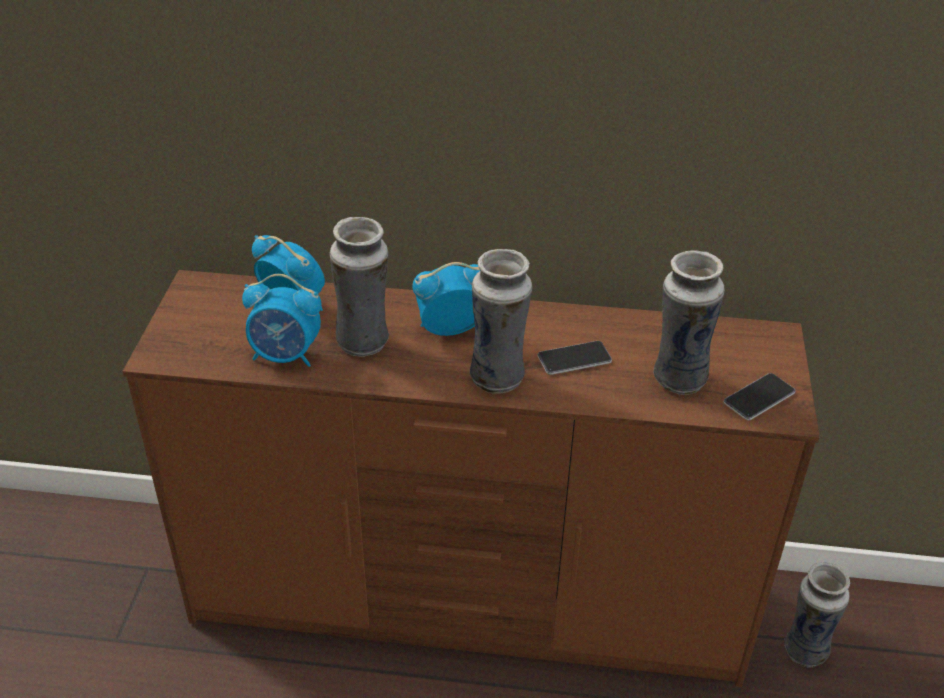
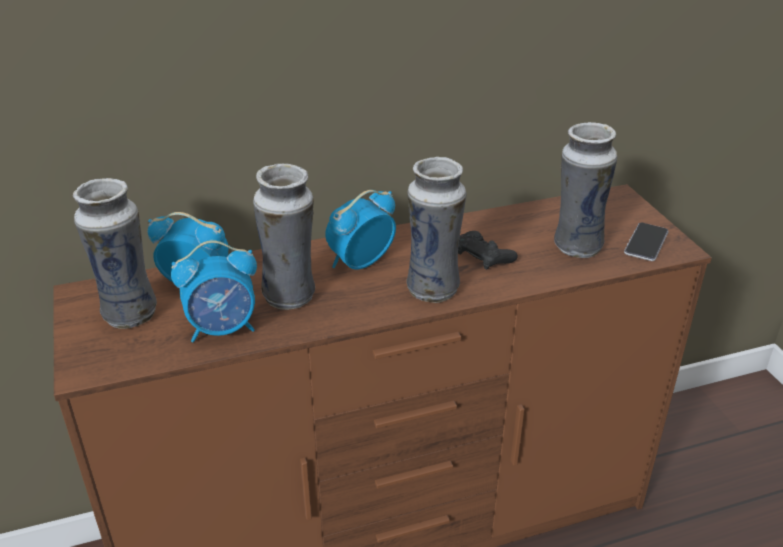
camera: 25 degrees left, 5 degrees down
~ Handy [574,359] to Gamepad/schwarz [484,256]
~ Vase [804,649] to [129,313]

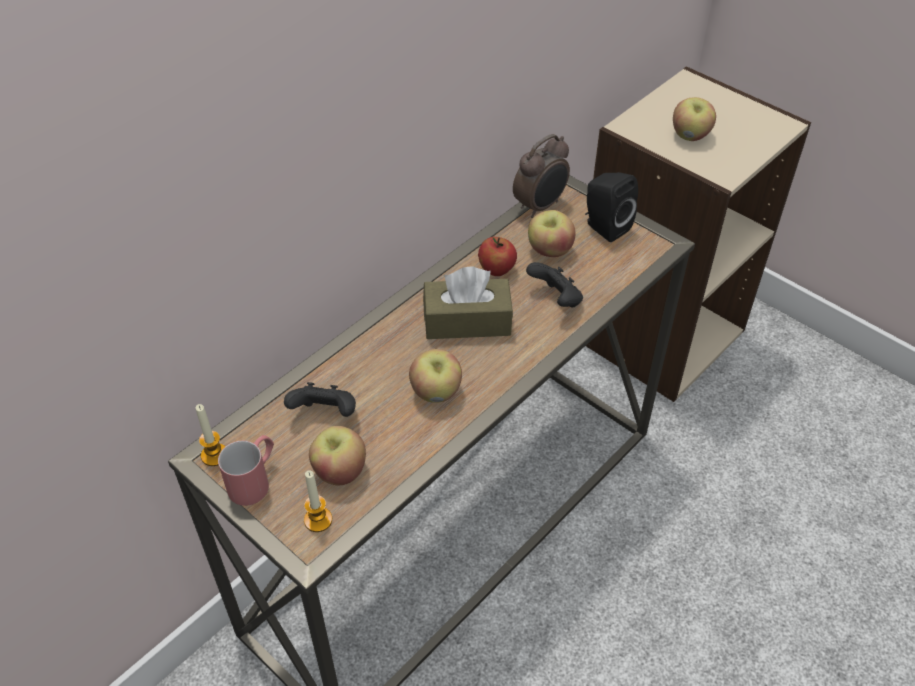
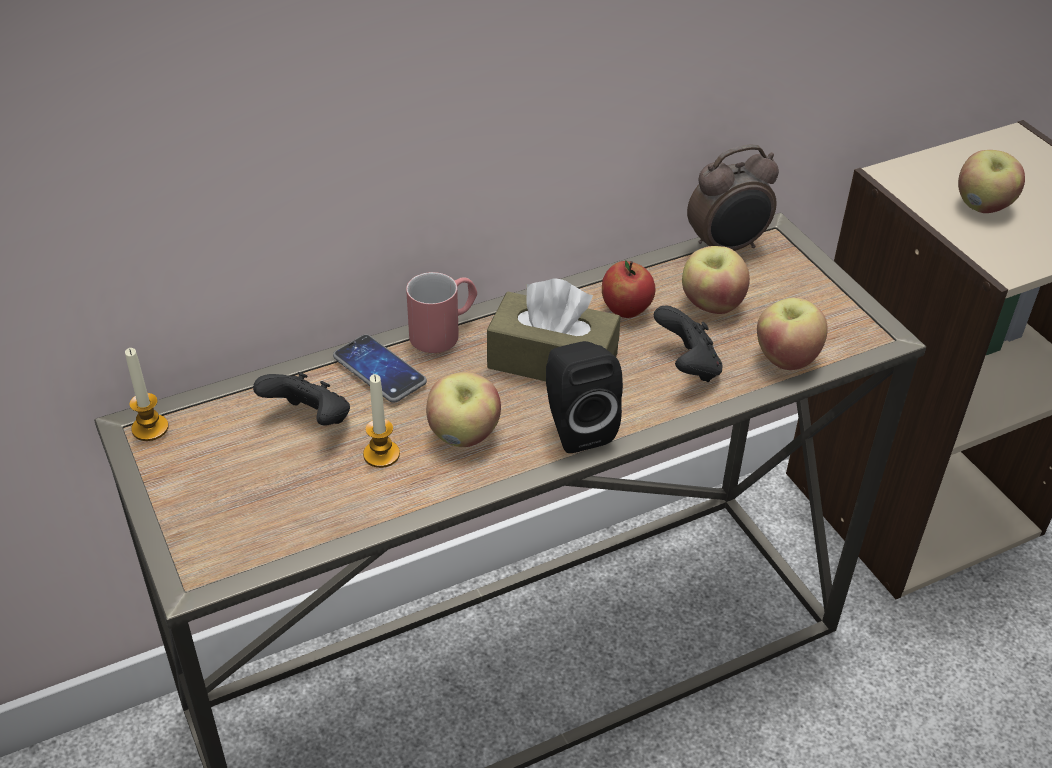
camera: 20 degrees right, 5 degrees down
~ Lautsprecher/schwarz [604,227] to [576,427]
~ Apfel [339,471] to [785,357]
~ Henkelbecher/rot [255,480] to [444,331]
~ Kerze [318,520] to [381,454]
+ Handy [379,370]

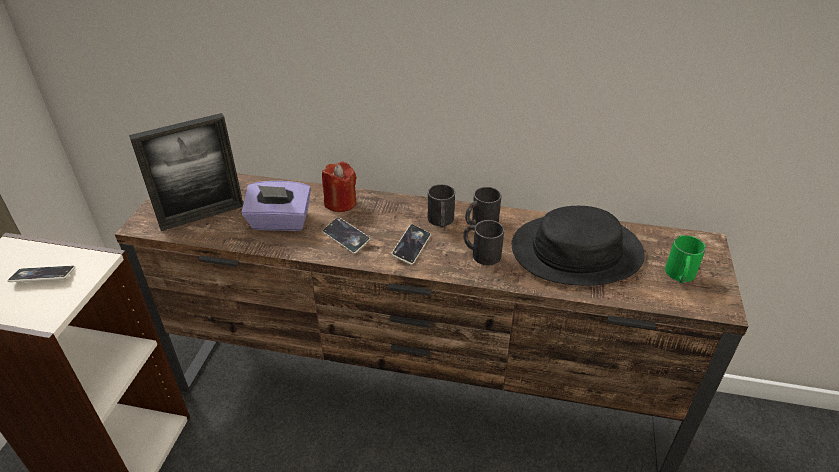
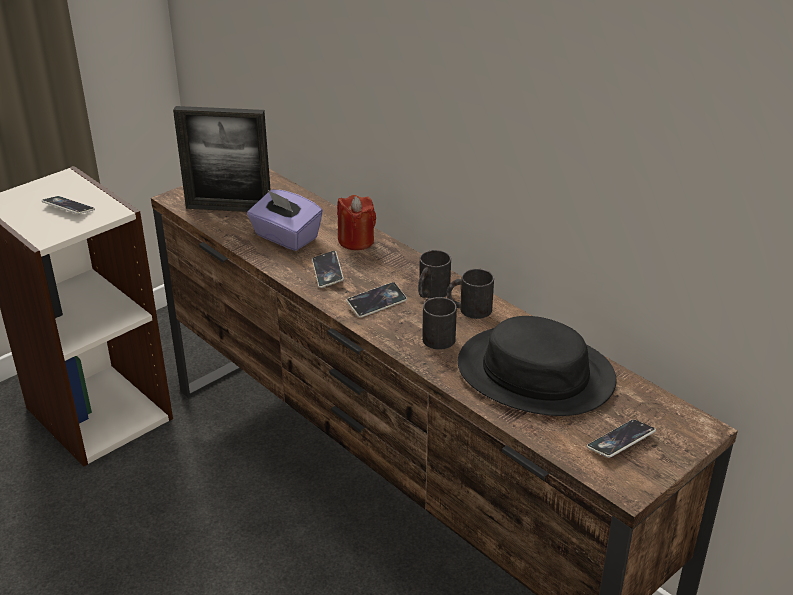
camera: 35 degrees right, 5 degrees down
~ Henkelbecher/grün [680,276] to Handy [620,442]

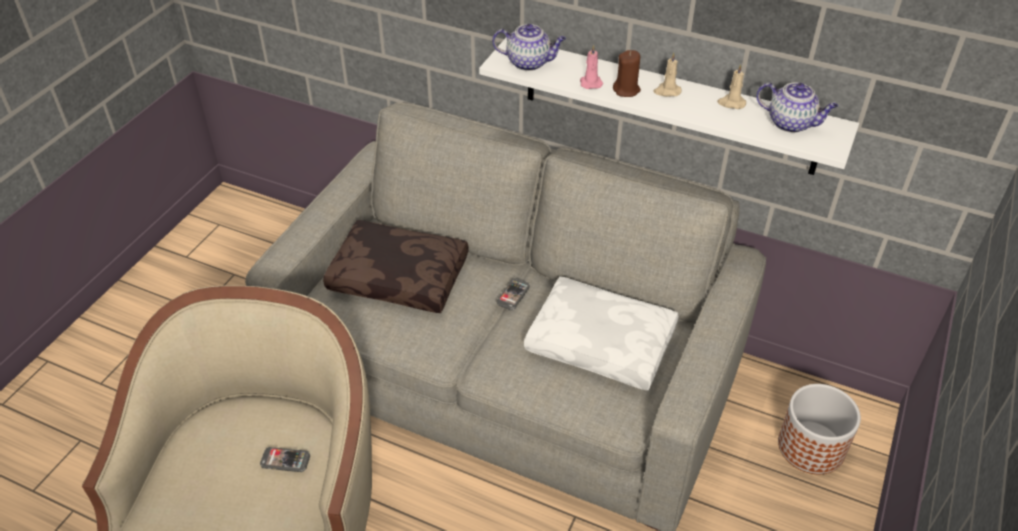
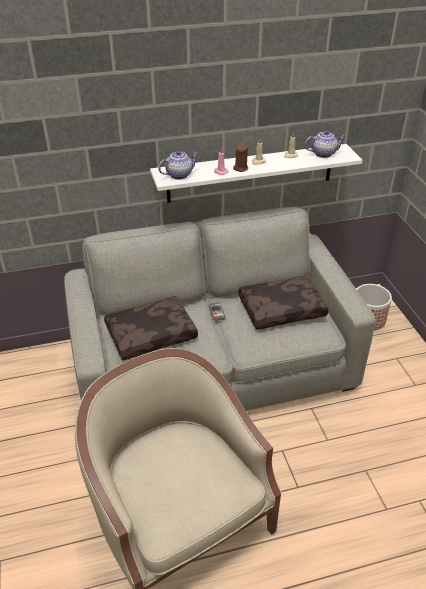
camera: 40 degrees left, 5 degrees down
~ Kissen/weiß [602,342] to Kissen/braun [281,308]
- Handy [285,460]

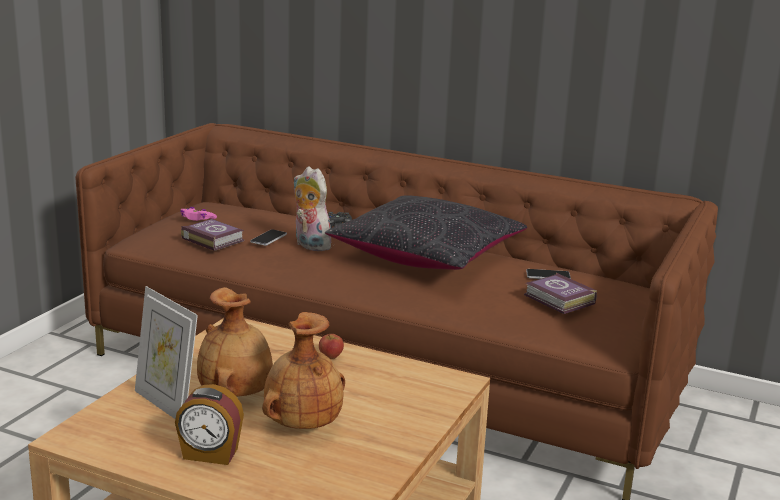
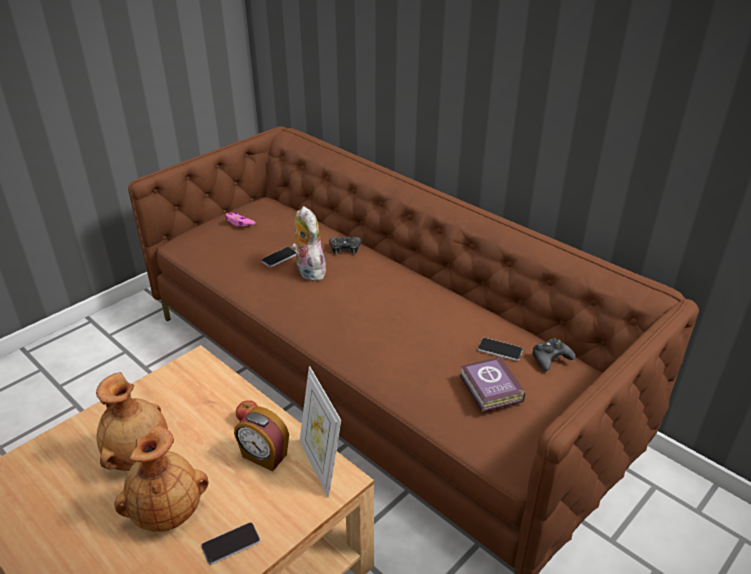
camera: 20 degrees right, 15 degrees up
- Kissen/schwarz [426,255]
- Buch [212,239]
~ Bilderrahmen [167,404] to [321,465]
~ Wecker [210,454] to [264,456]
+ Gamepad/schwarz [550,358]
+ Handy [231,544]

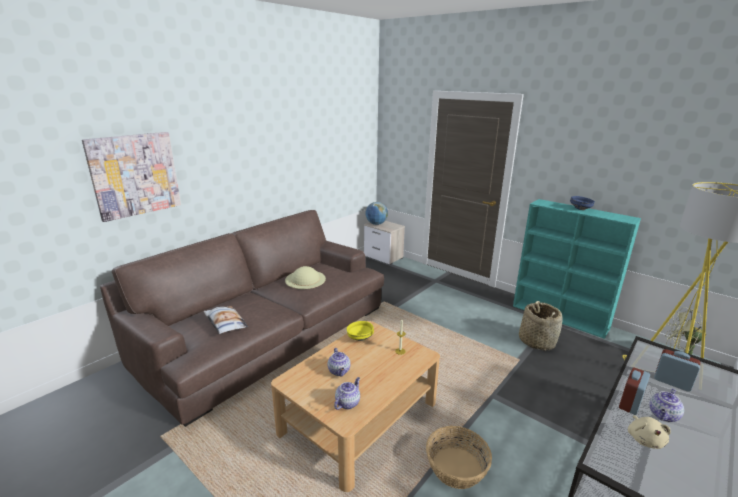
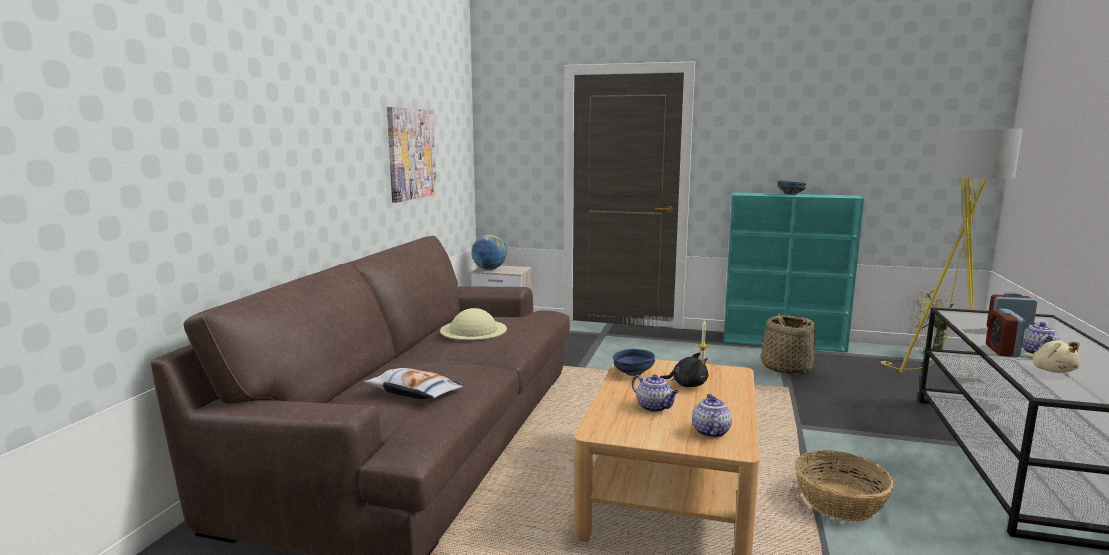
camera: 25 degrees left, 10 degrees down
~ Bild [135,175] to [411,153]
~ Schüssel/gelb [359,338] to Schüssel/blau [632,373]
+ Plüschtier/schwarz [686,385]

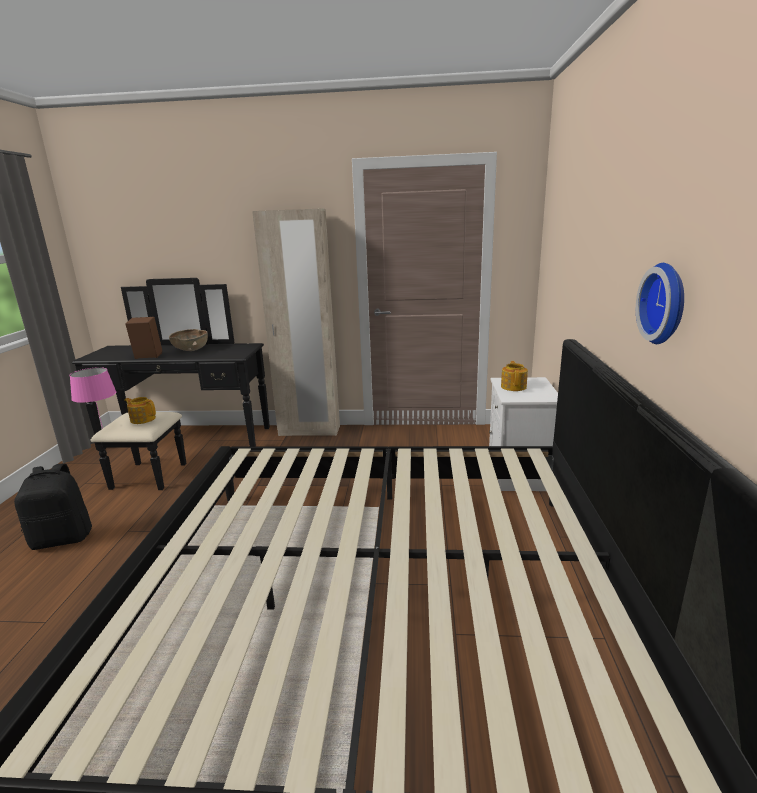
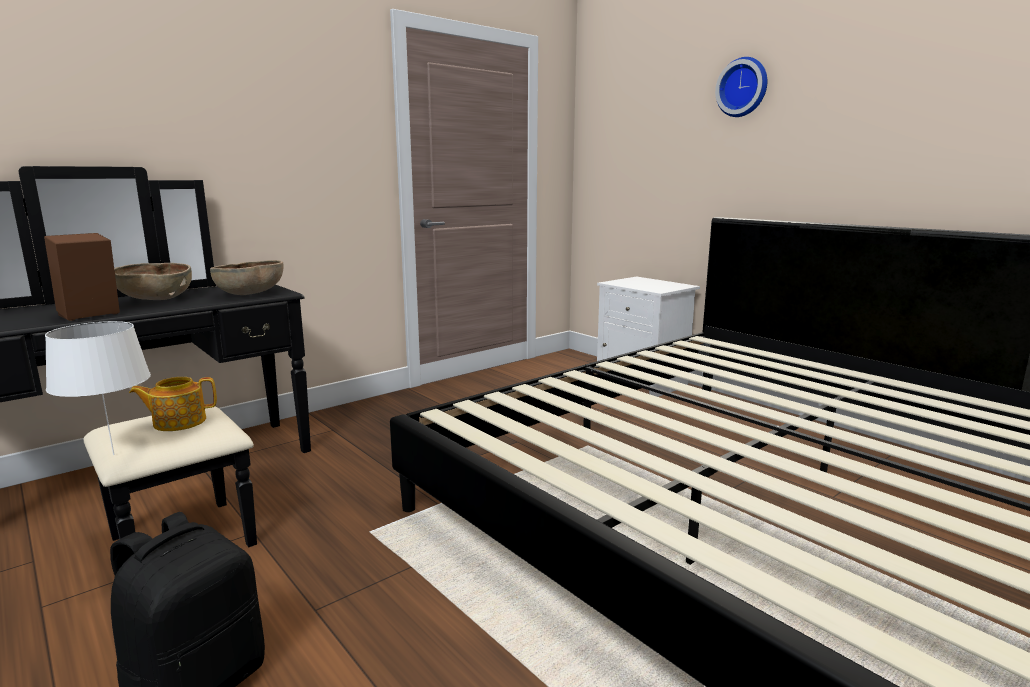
camera: 45 degrees left, 5 degrees down
- Kleiderschrank/beige [309,431]
~ Wanduhr [666,303] to [743,87]
- Teekanne [514,387]
~ Tischlampe/rosa [101,428] to Tischlampe/weiß [112,455]
+ Schüssel/braun [250,294]

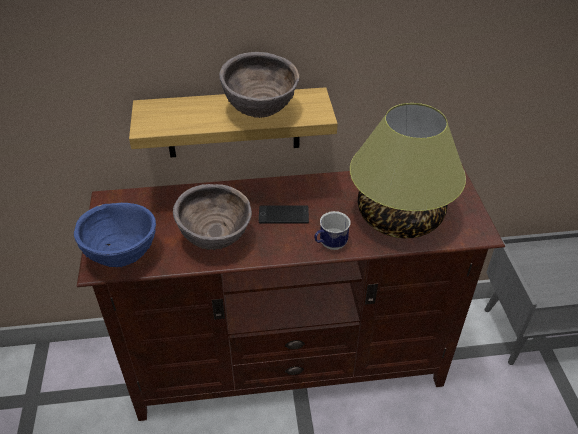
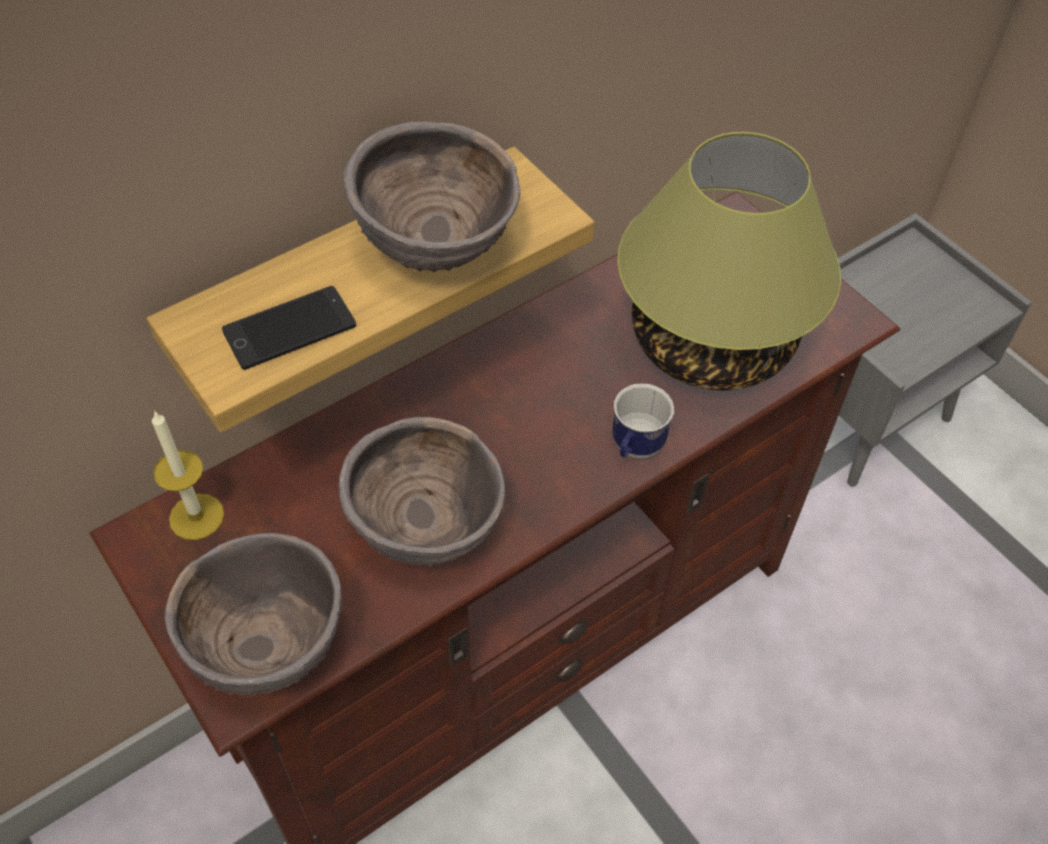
camera: 30 degrees left, 10 degrees up
~ Schüssel/blau [123,257] to Schüssel/braun [270,648]
~ Handy [283,215] to [289,329]
+ Kerze [196,516]

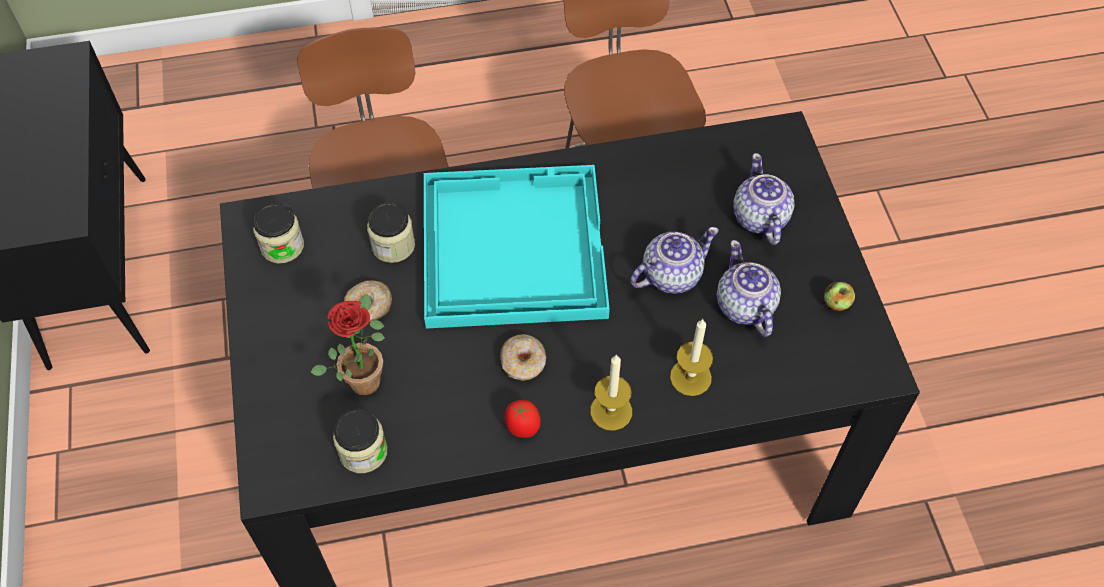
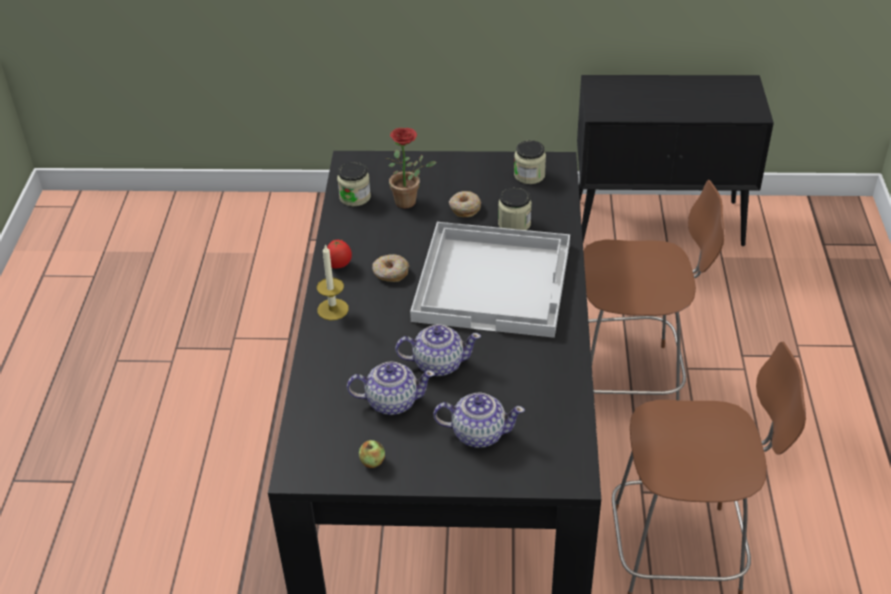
camera: 105 degrees right, 15 degrees down
~ Tablett/türkis [511,247] to Tablett/weiß [494,281]
~ Teekanne [670,275] = [438,364] 75 degrees counterclockwise
- Kerze [690,377]

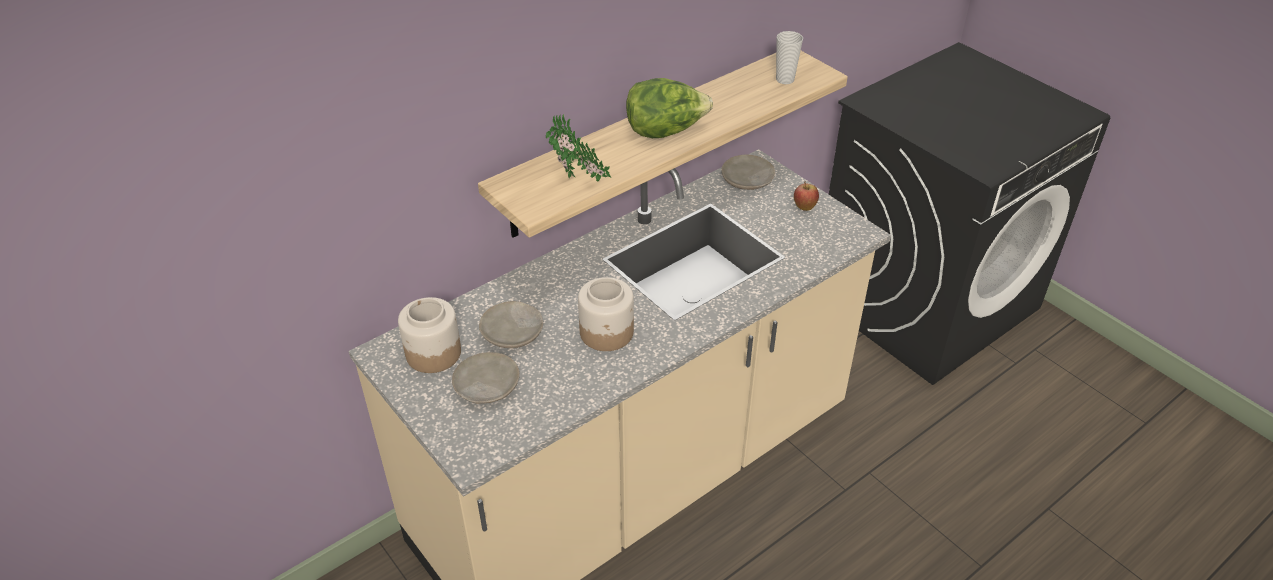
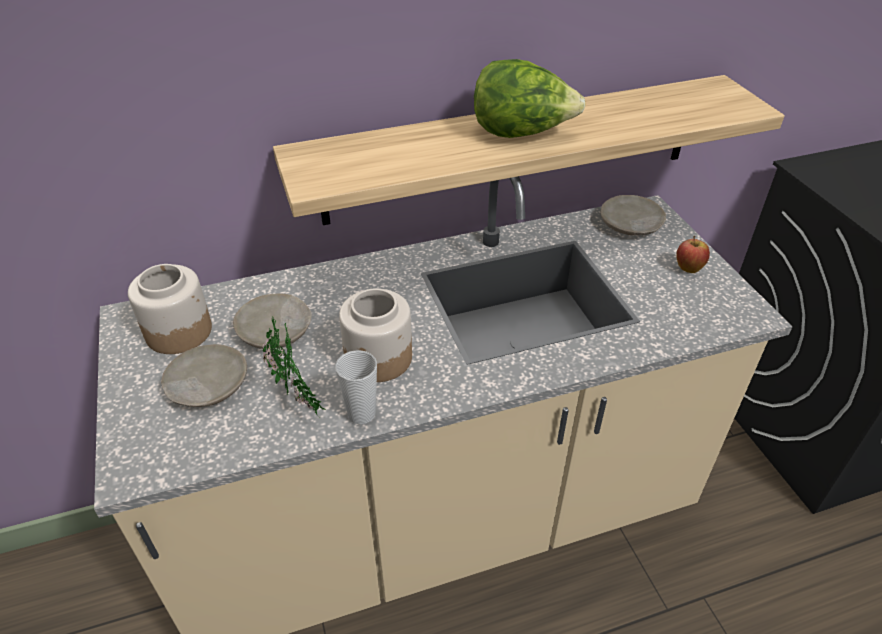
camera: 20 degrees right, 0 degrees up
~ Tasse [785,79] to [361,414]
~ Topfpflanze [578,180] to [297,400]

